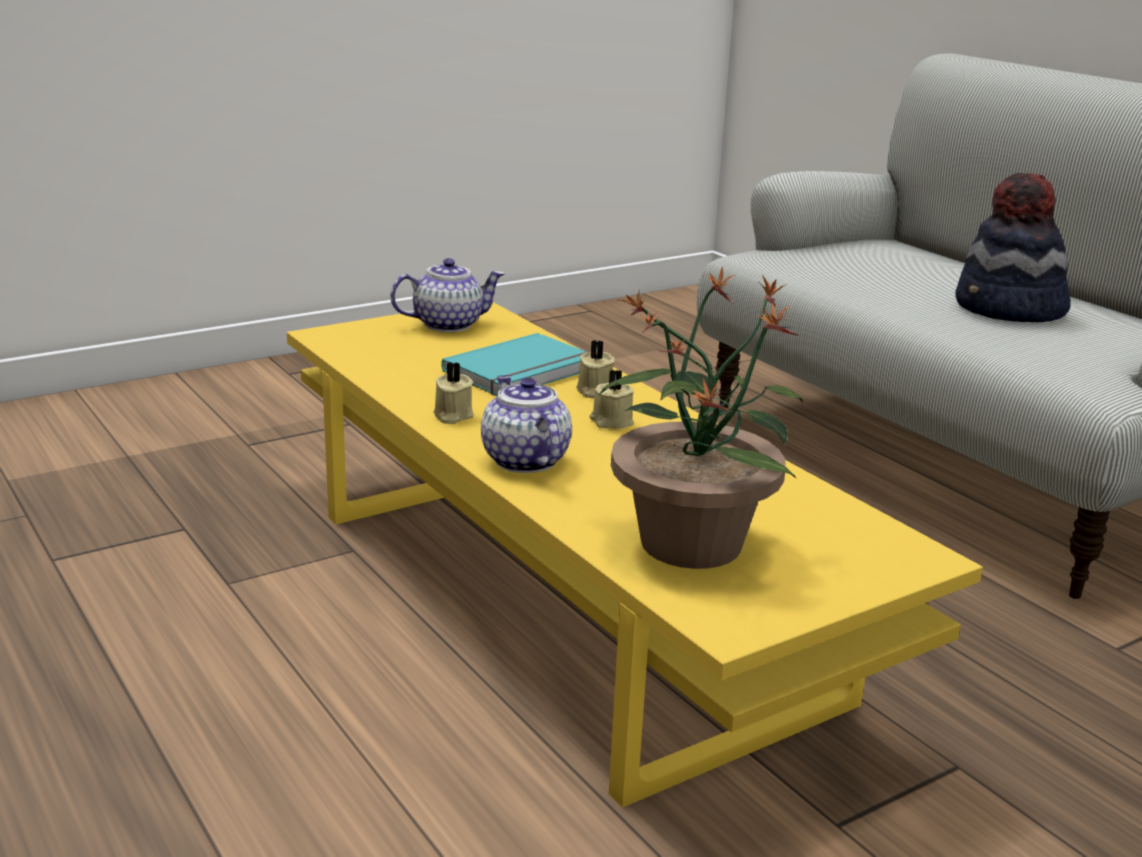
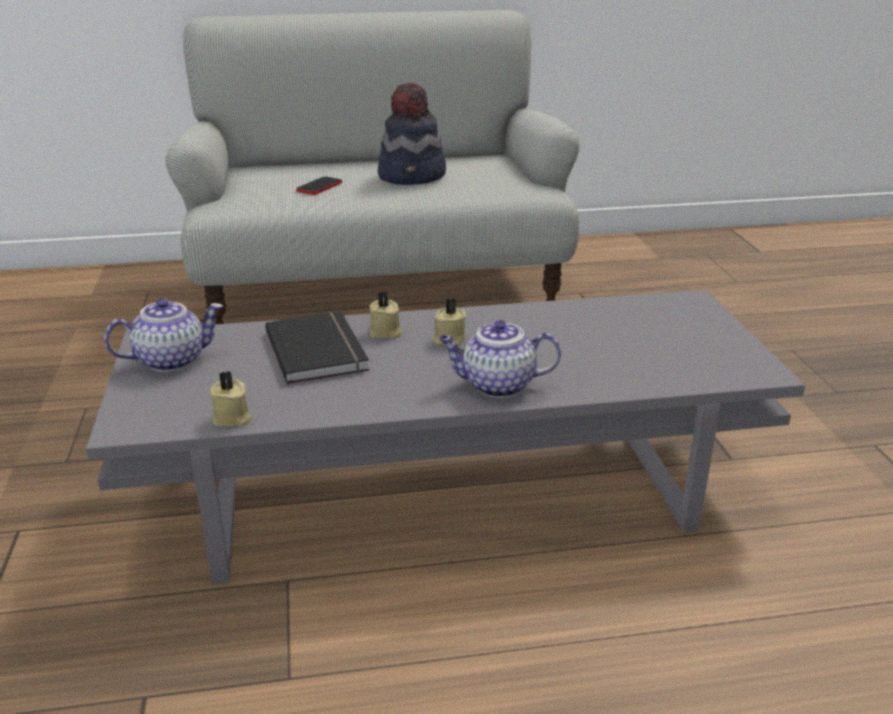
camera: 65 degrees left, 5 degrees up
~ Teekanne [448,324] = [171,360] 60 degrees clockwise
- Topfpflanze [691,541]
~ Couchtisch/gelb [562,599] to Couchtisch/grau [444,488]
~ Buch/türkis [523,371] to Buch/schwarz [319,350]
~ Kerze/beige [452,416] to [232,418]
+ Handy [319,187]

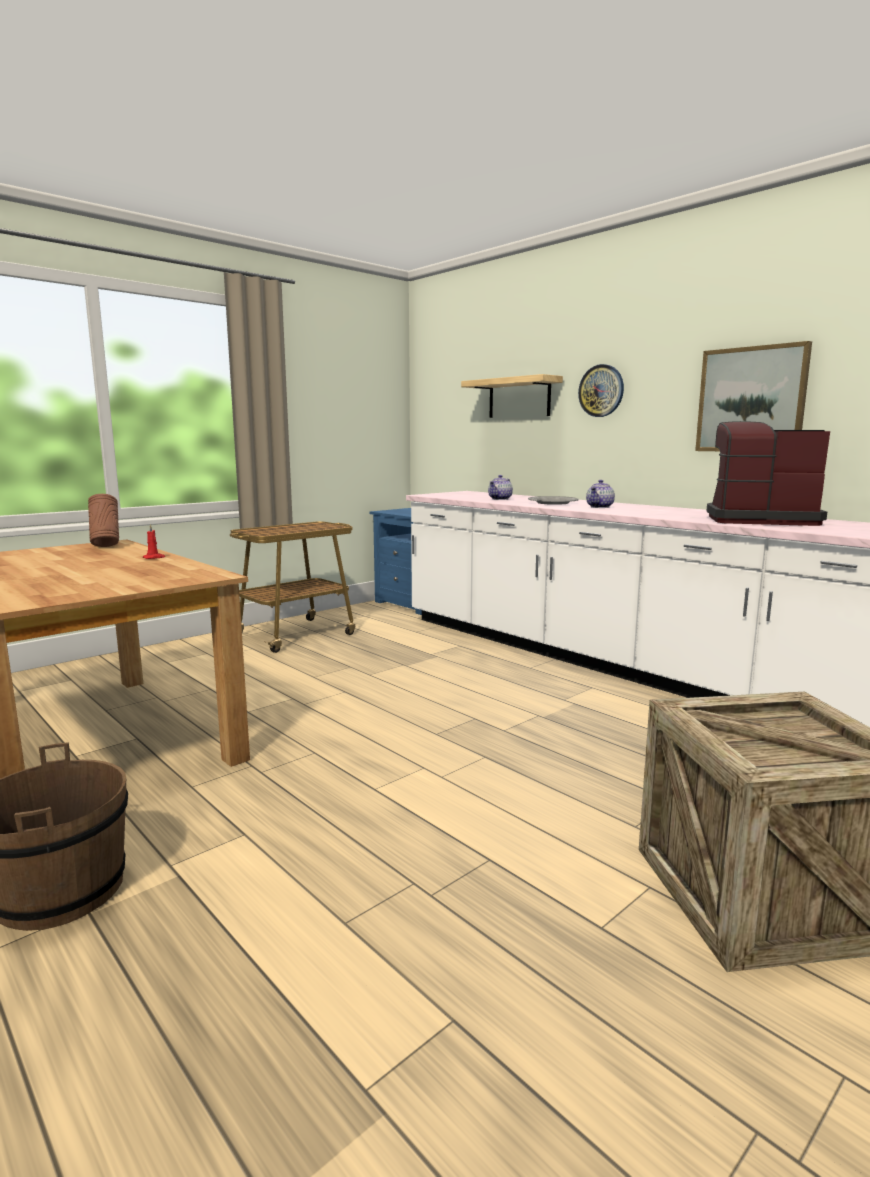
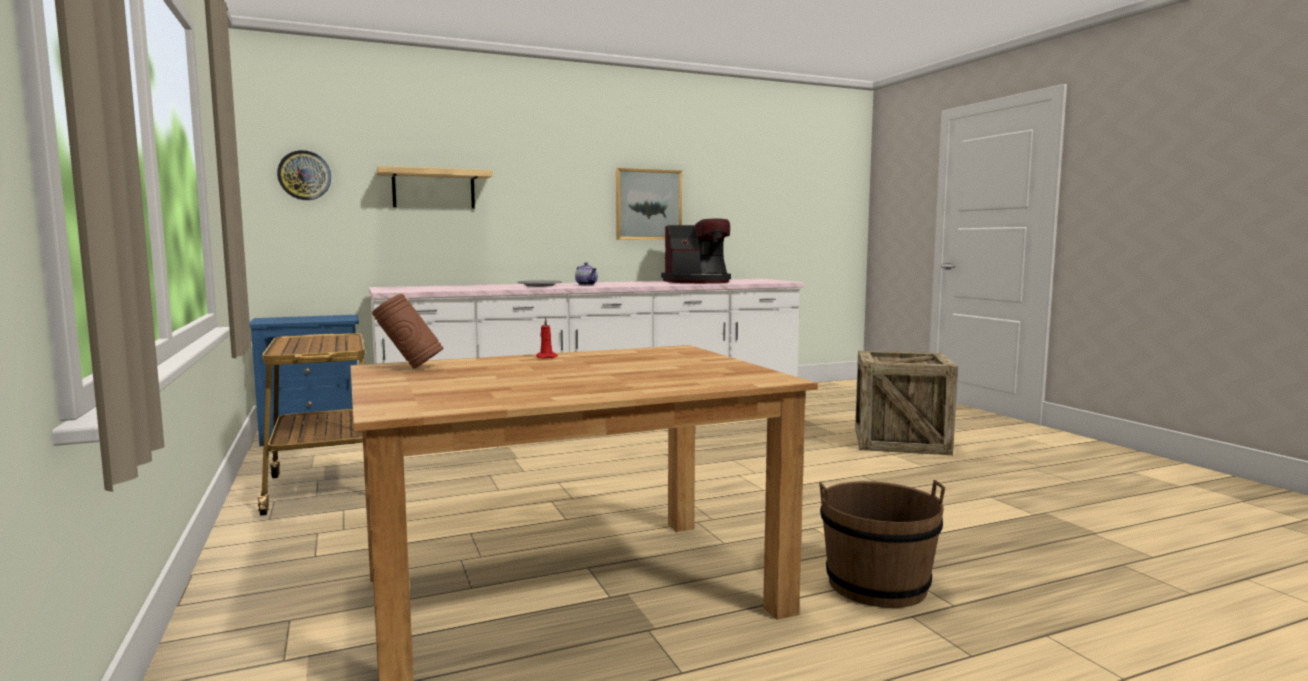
camera: 70 degrees left, 5 degrees down
~ Wanduhr [601,391] to [304,175]
~ Kaffeemaschine [758,520] = [697,282] 135 degrees counterclockwise
- Teekanne [500,499]

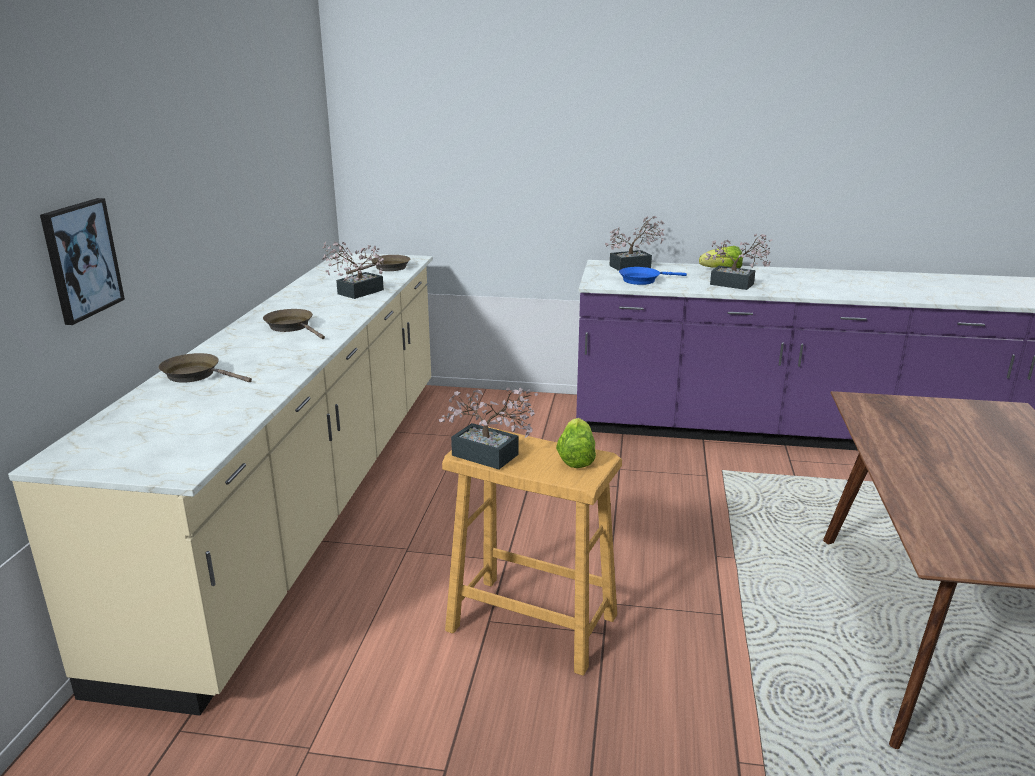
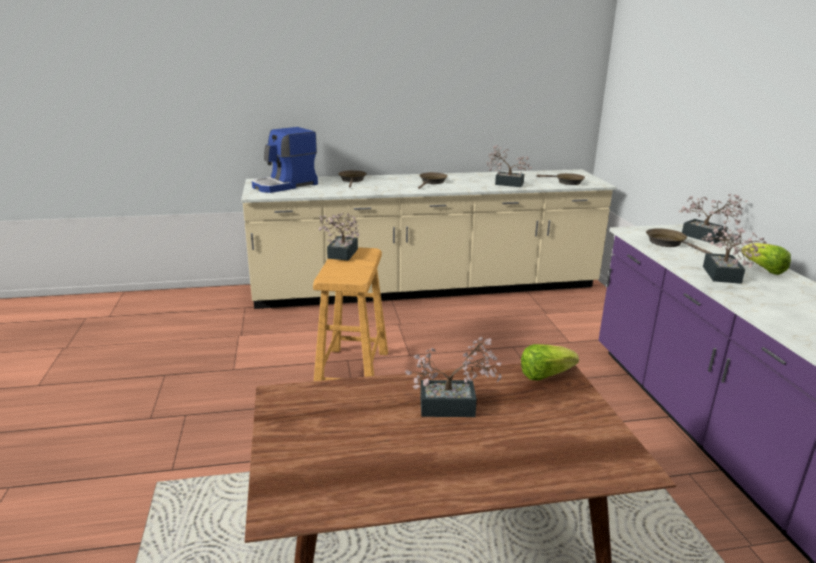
camera: 70 degrees right, 0 degrees up
- Bild [81,260]
~ Pfanne/blau [642,280] to Pfanne/braun [668,243]
~ Salatkopf [576,457] to [545,375]
+ Kaffeemaschine [285,185]
+ Topfpflanze [454,407]

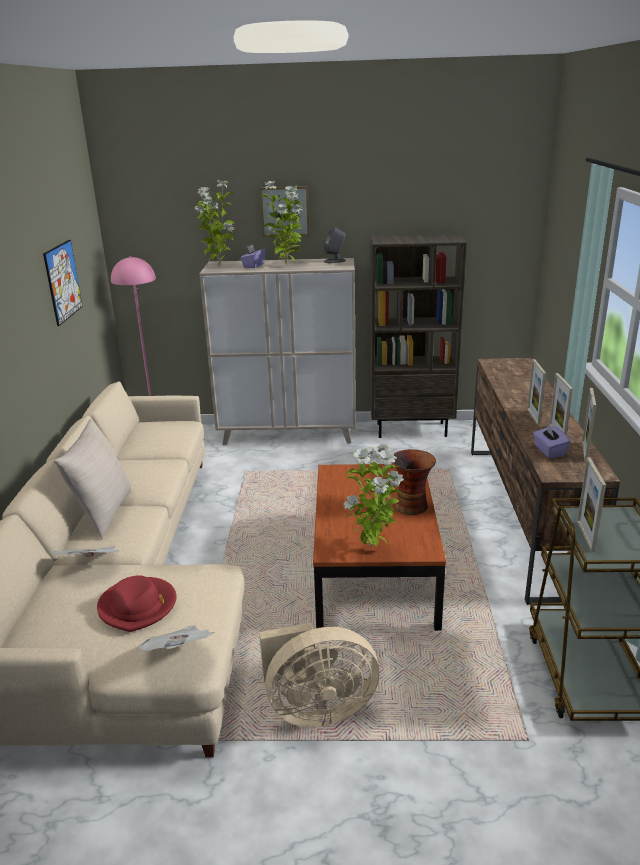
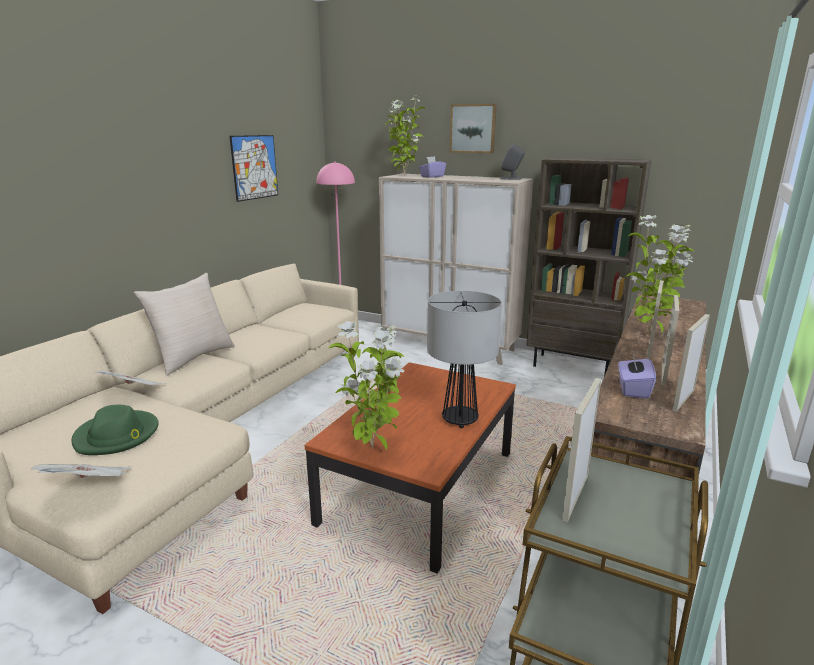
camera: 25 degrees right, 5 degrees down
~ Topfpflanze [287,265] to [649,333]
~ Vase [411,506] to Tischlampe [460,420]
~ Hut/rot [138,606] to Hut/grün [117,436]
- Ventilator/beige [316,709]

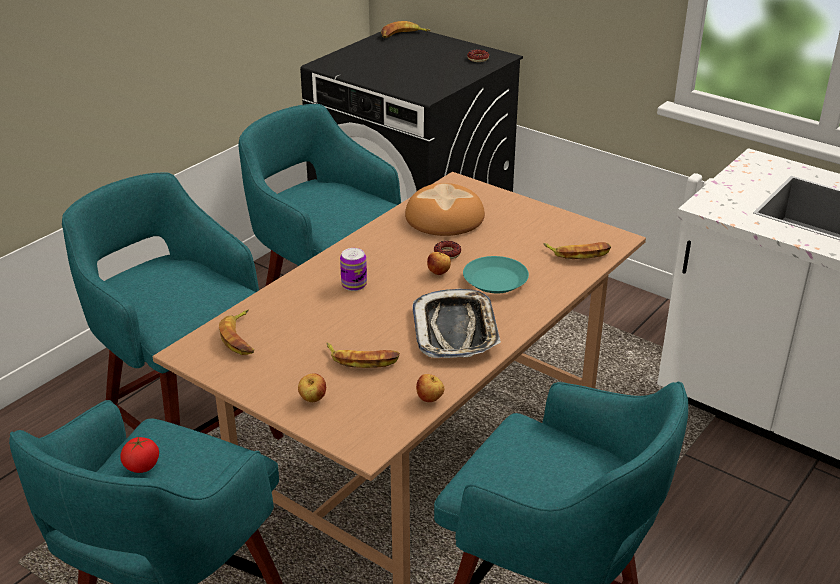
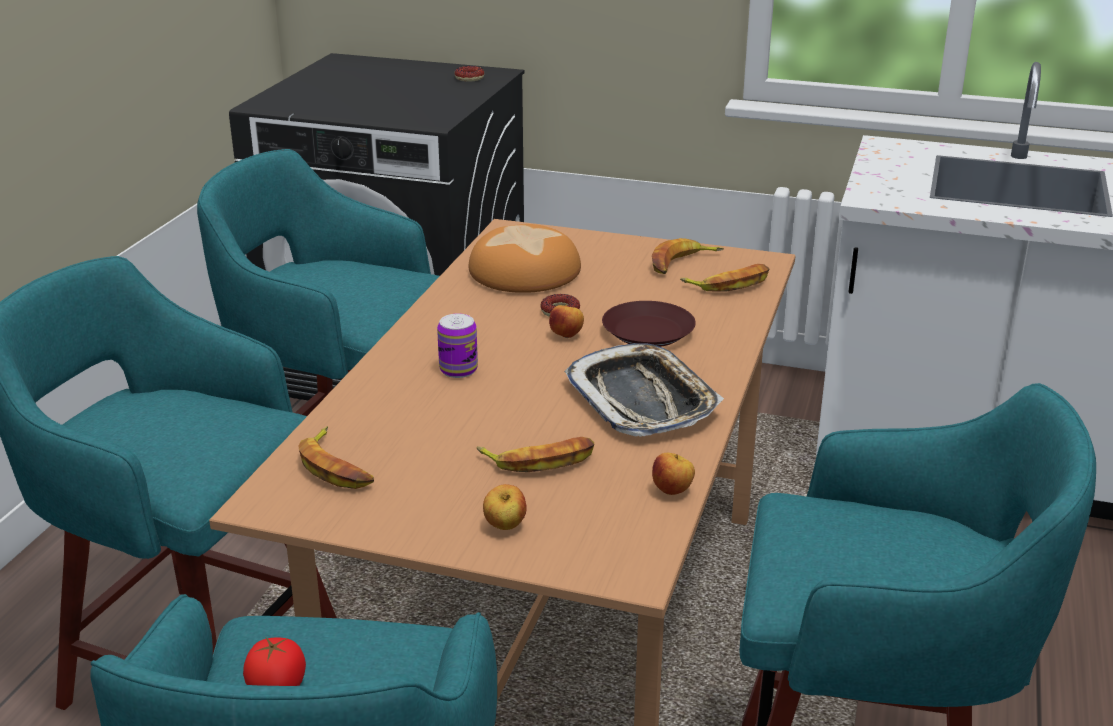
camera: 20 degrees left, 5 degrees down
~ Banane [403,35] to [682,263]
~ Teller/türkis [495,280] to Teller/braun [647,331]

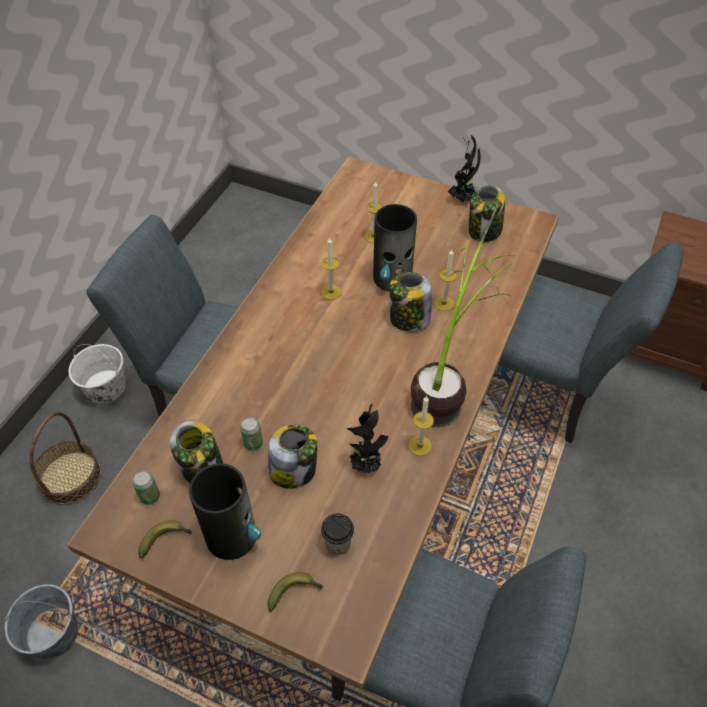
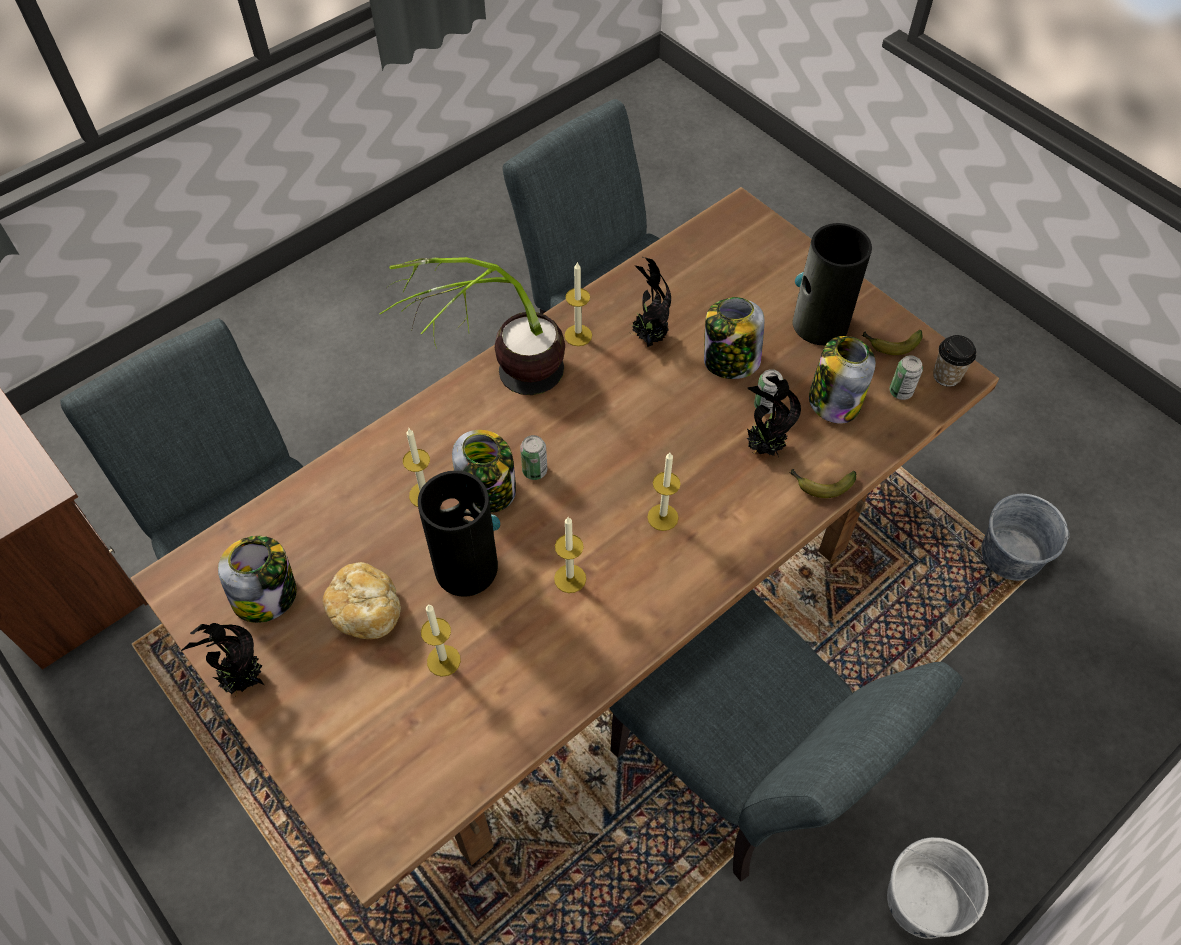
camera: 155 degrees left, 5 degrees up
- Korb [70,477]
~ Tasse [338,544] to [946,376]
~ Banane [295,592] to [820,485]
+ Topfpflanze [762,448]
+ Dose [534,471]
+ Kerze [662,517]
+ Brot [366,610]

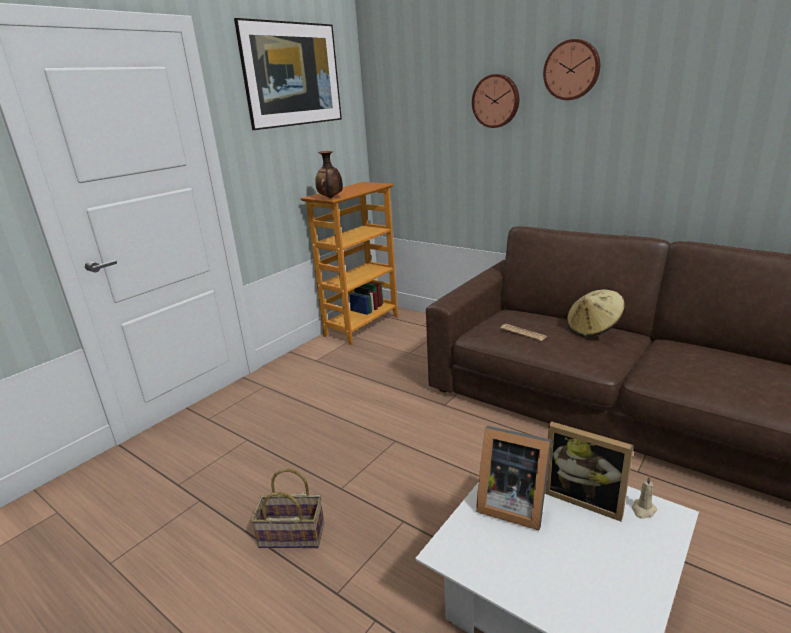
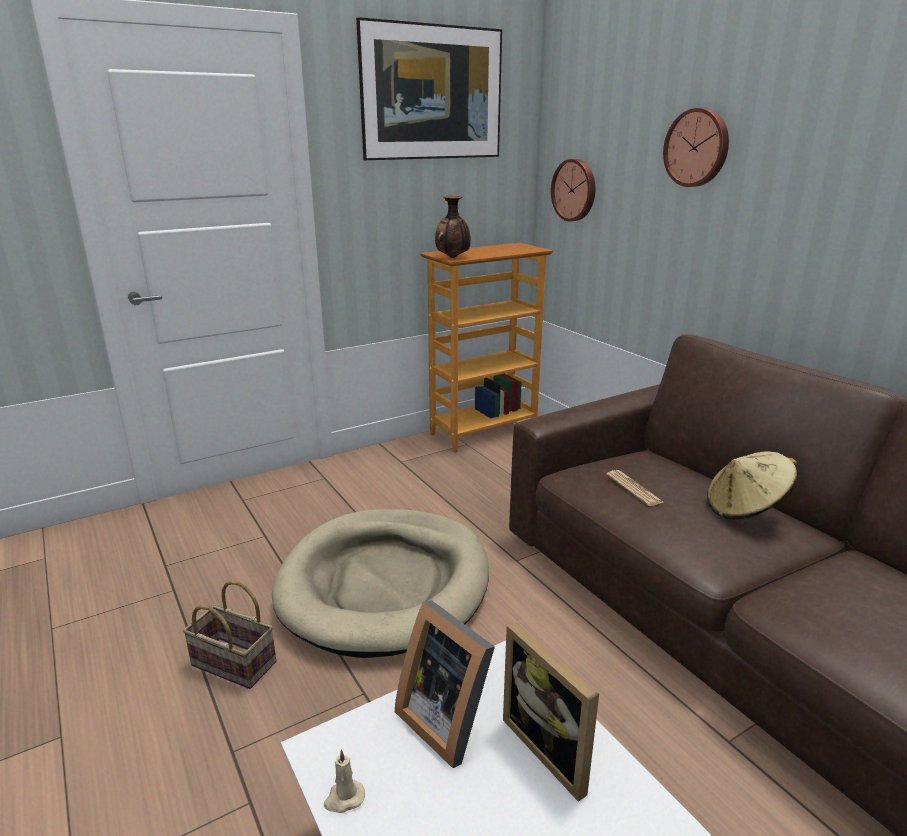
camera: 20 degrees right, 0 degrees up
~ Wanduhr [572,70] to [575,190]
~ Kerze/beige [643,510] to [344,798]
+ Hundebett/beige [385,584]

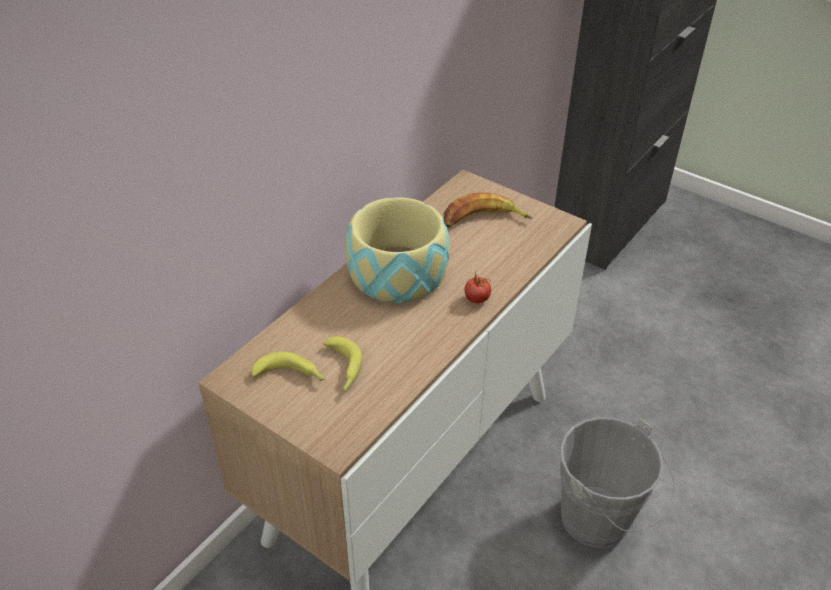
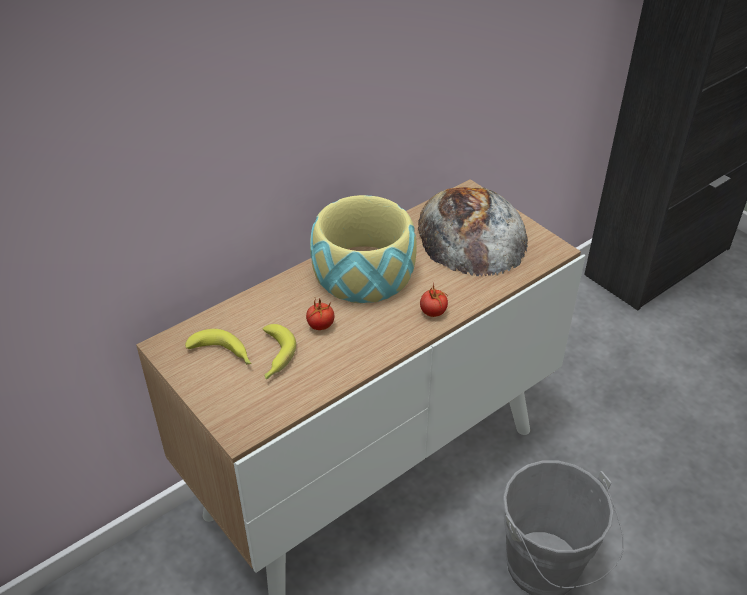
camera: 15 degrees right, 0 degrees up
~ Banane [483,220] to Brot [471,233]
+ Tomate [320,326]

